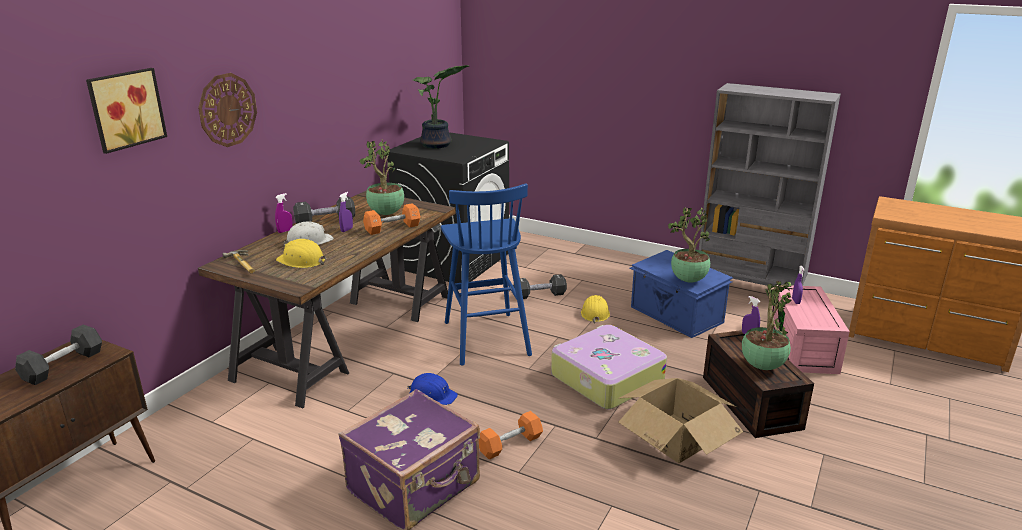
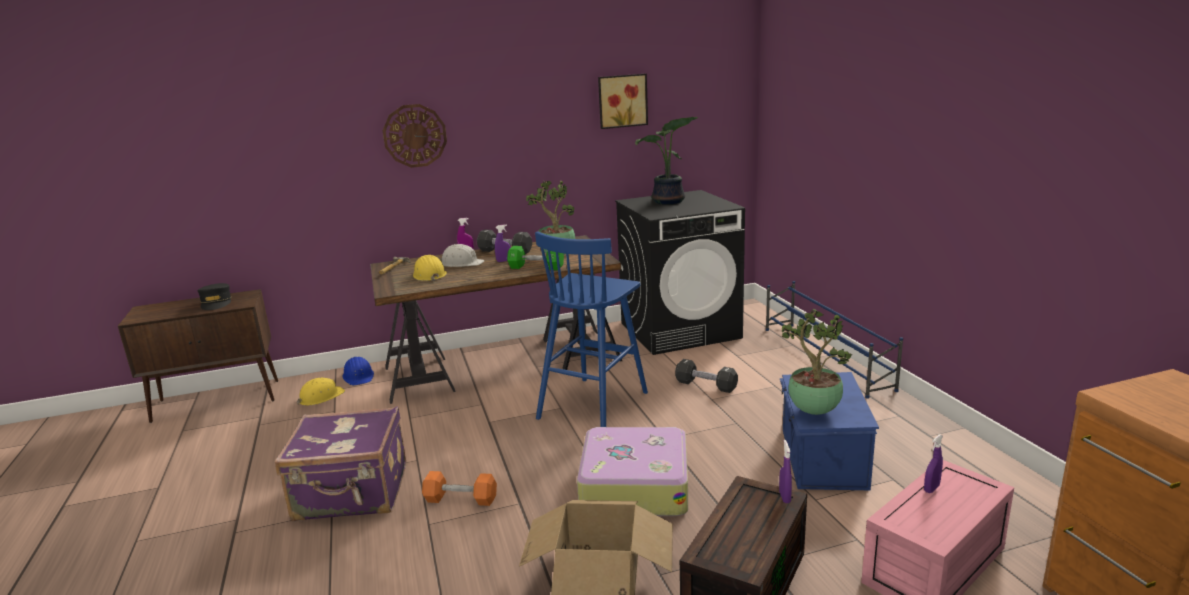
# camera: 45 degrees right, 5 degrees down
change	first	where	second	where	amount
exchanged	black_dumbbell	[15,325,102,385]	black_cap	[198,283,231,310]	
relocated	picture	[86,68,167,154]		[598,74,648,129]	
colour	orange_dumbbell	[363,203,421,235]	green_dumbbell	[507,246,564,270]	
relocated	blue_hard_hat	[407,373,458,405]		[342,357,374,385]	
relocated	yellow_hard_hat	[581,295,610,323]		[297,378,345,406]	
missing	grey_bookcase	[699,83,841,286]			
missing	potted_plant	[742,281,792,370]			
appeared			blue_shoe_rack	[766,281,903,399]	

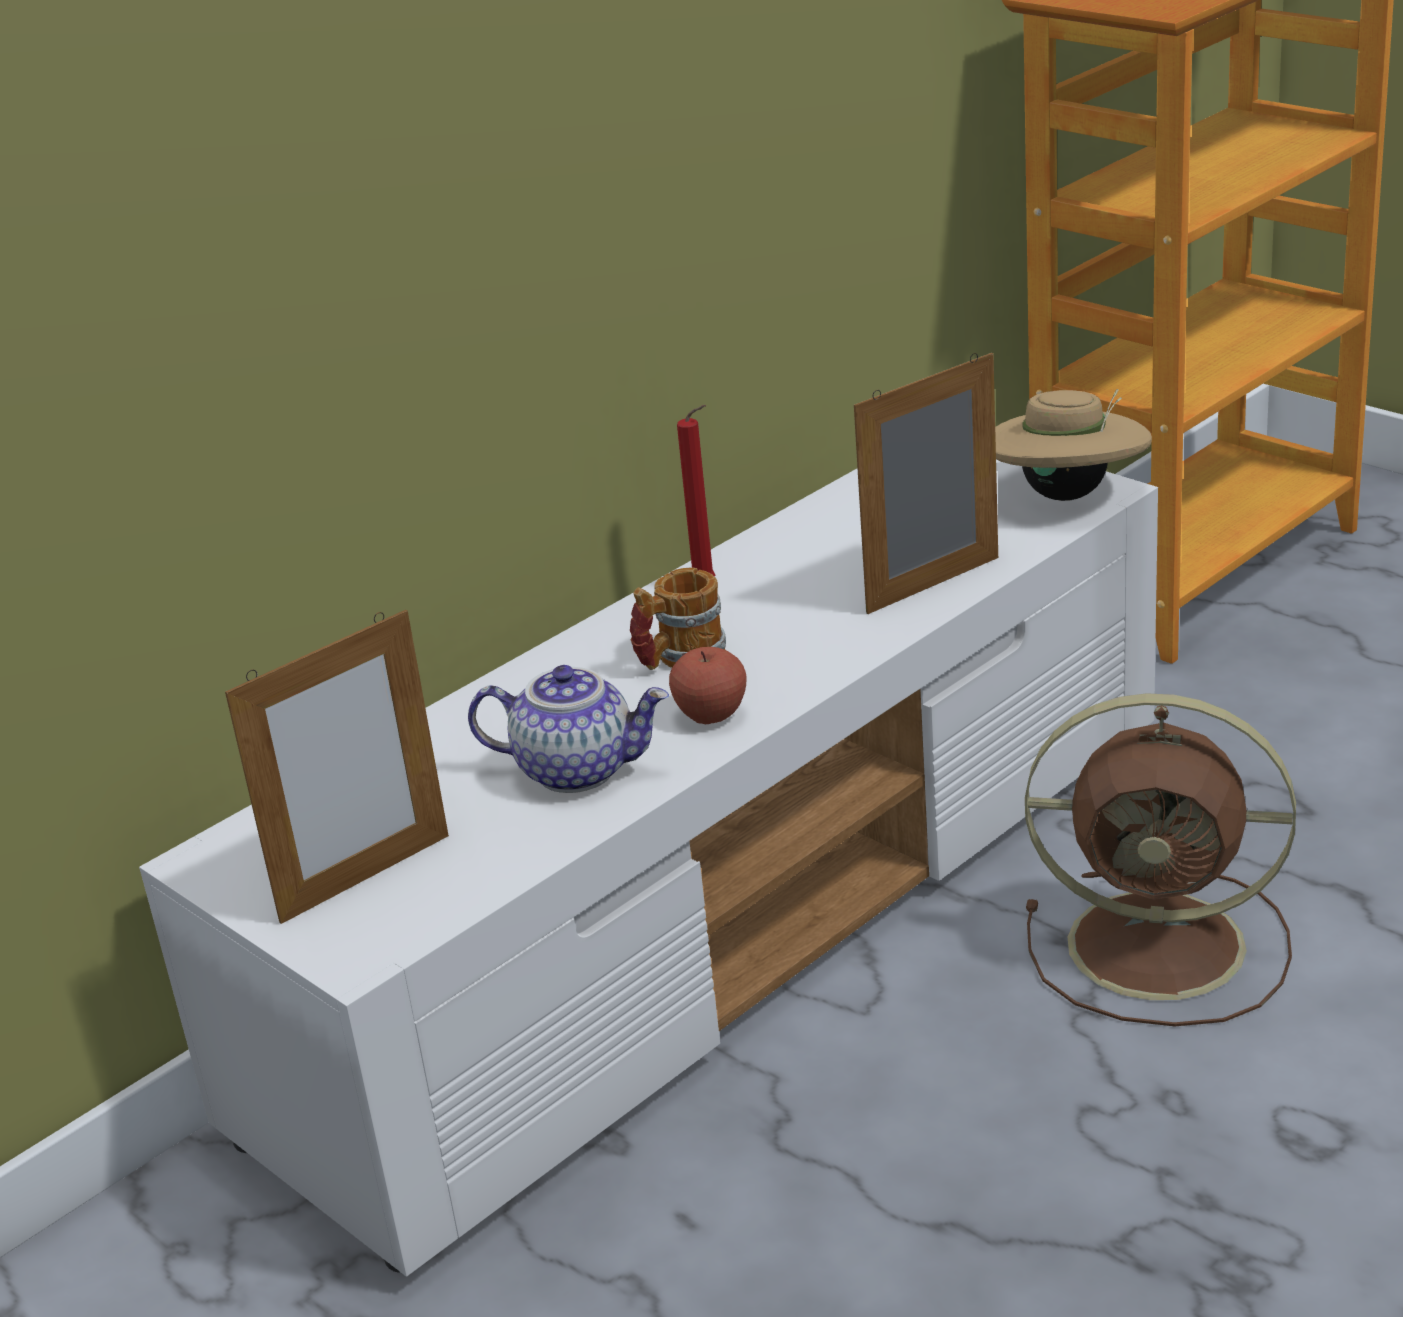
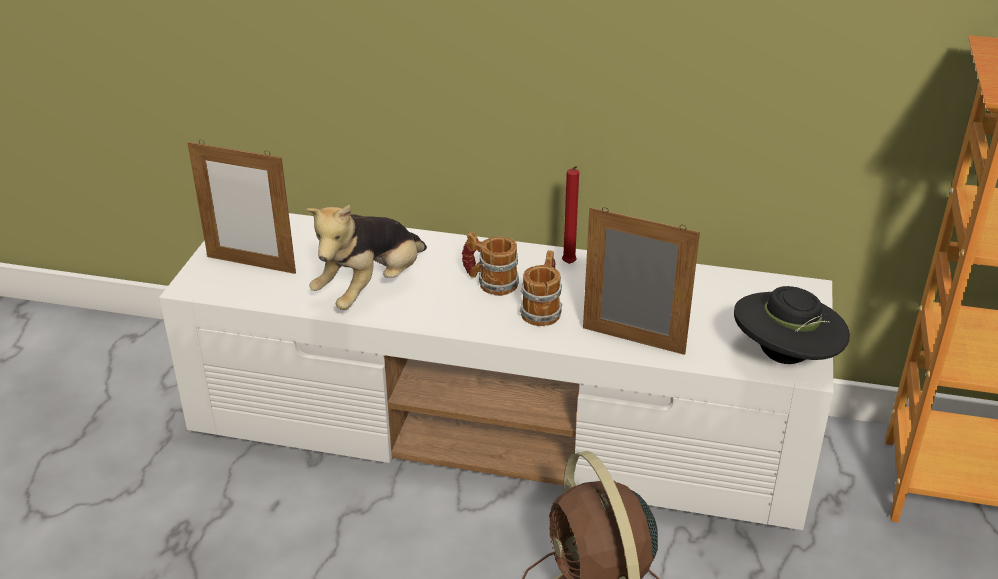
# camera: 55 degrees right, 5 degrees up
change	first	where	second	where	amount
exchanged	teapot	[468,665,669,793]	plush_toy	[306,204,427,310]	
missing	apple	[669,647,746,724]			
colour	beige_hat	[995,389,1152,501]	black_hat	[734,286,850,364]	
appeared			mug	[520,250,562,326]	

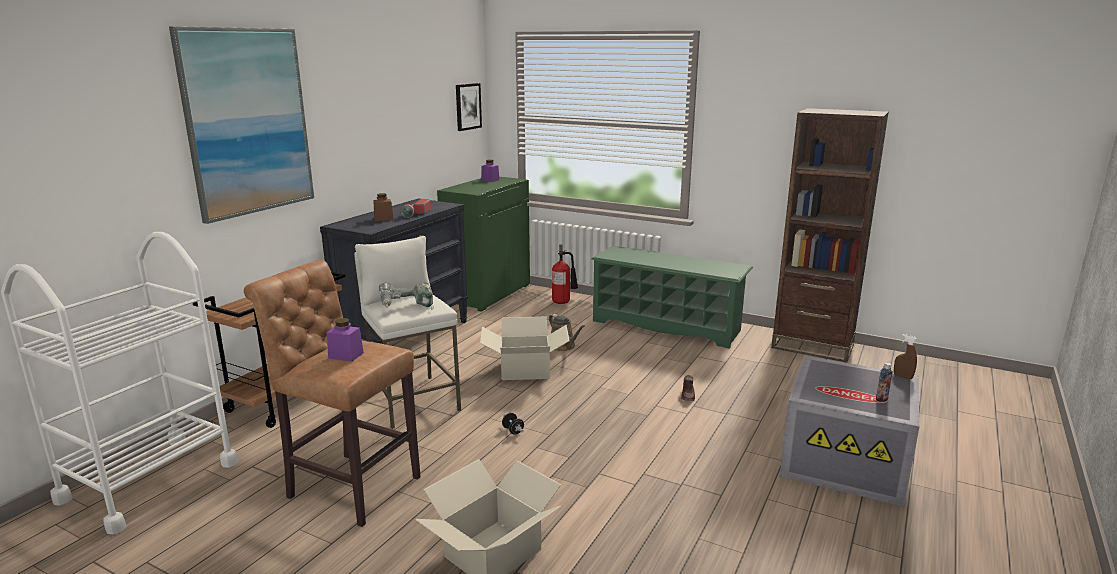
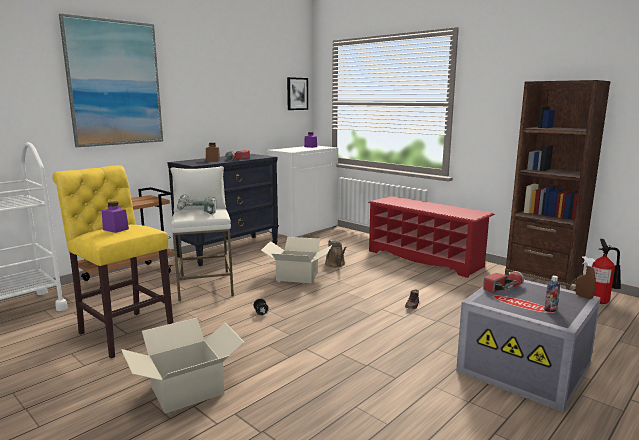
# camera: 15 degrees right, 5 degrees down
change	first	where	second	where	amount
colour	brown_stool	[244,260,421,527]	yellow_stool	[52,165,173,358]	
colour	green_cabinet	[437,177,530,312]	white_cabinet	[267,146,338,237]	
relocated	fire_extinguisher	[552,244,578,304]		[592,239,621,304]	
colour	green_shoe_rack	[591,246,753,349]	red_shoe_rack	[368,196,495,278]	
appeared			flashlight	[483,271,524,293]	

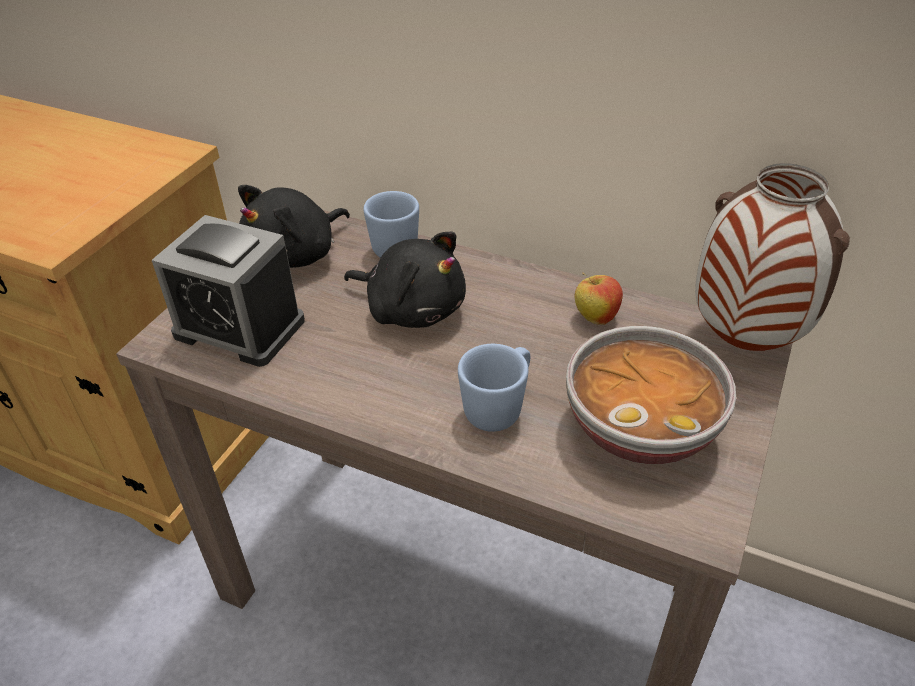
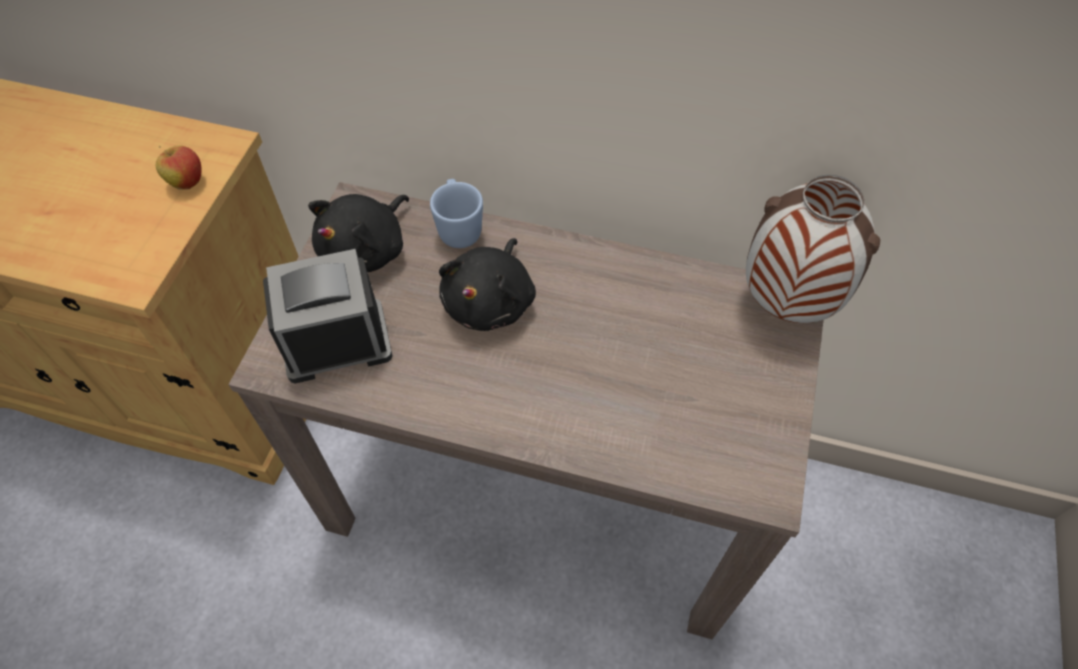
# camera: 10 degrees left, 15 degrees up
change	first	where	second	where	amount
spun	alarm_clock	[152,215,305,367]		[263,249,392,384]	150 degrees clockwise
spun	black_plush_toy	[344,231,466,328]		[439,238,536,331]	90 degrees clockwise
missing	blue_mug	[458,344,530,432]			
missing	bowl	[566,326,736,464]			
relocated	apple	[574,273,623,325]		[156,145,202,190]	

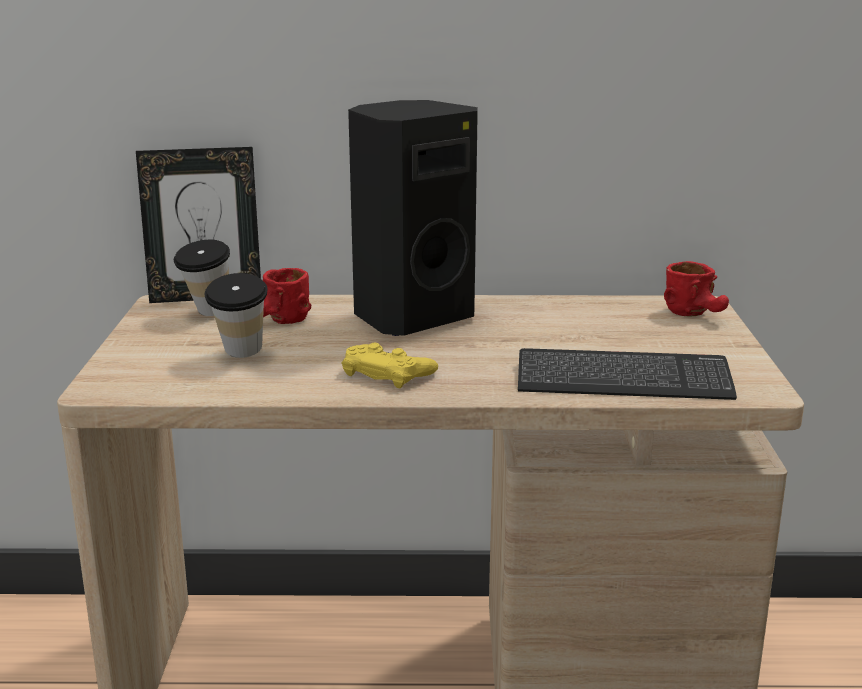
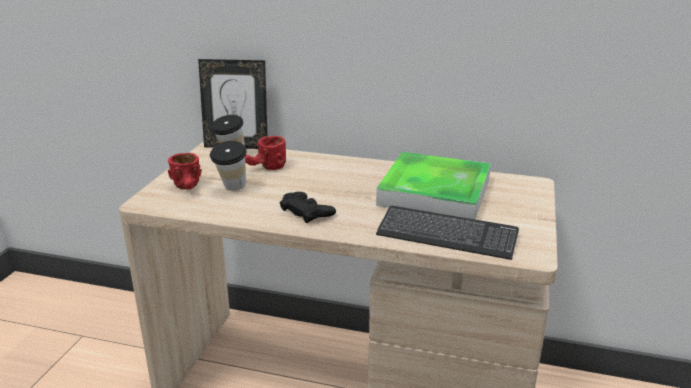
# camera: 15 degrees right, 5 degrees up
change	first	where	second	where	amount
colour	yellow_game_controller	[342,343,438,388]	black_game_controller	[279,192,336,224]	
missing	black_speaker	[348,100,478,336]			
relocated	red_mug	[664,261,729,316]		[168,153,202,189]	
appeared			tray	[376,152,491,219]	

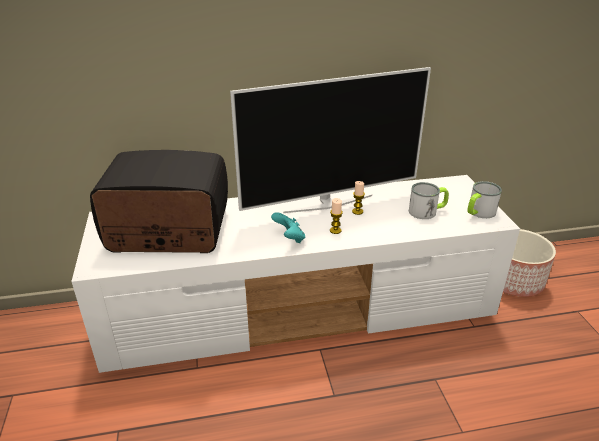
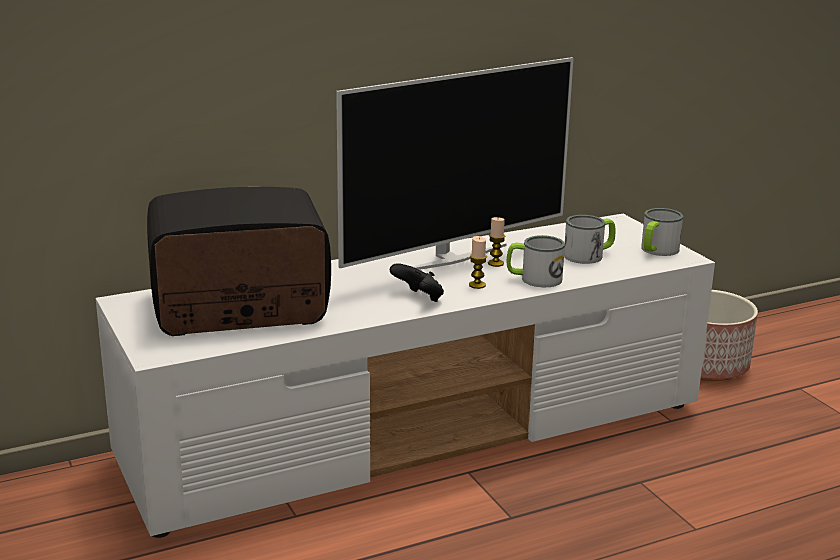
# camera: 15 degrees left, 10 degrees down
change	first	where	second	where	amount
colour	turquoise_game_controller	[271,212,305,243]	black_game_controller	[390,263,444,302]	
appeared			mug	[507,235,565,287]	

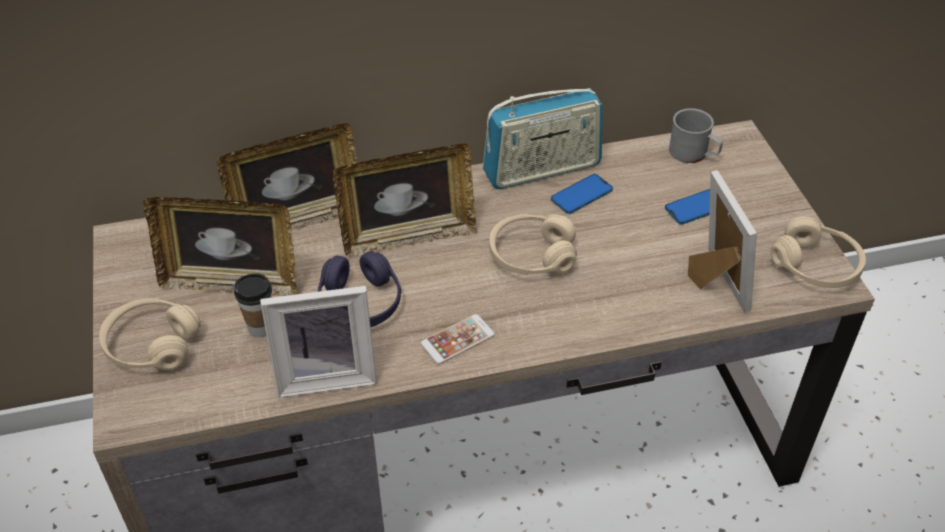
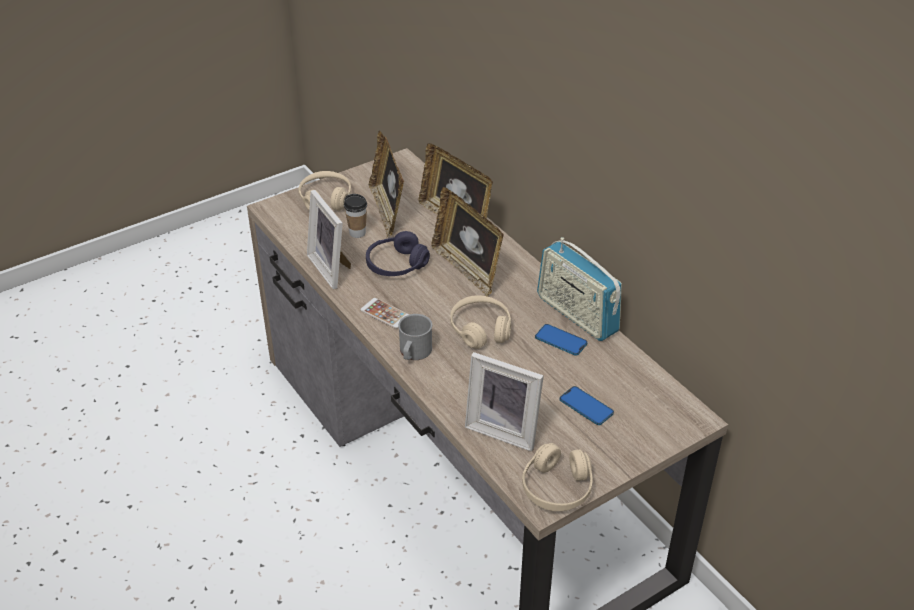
# camera: 70 degrees right, 5 degrees down
change	first	where	second	where	amount
relocated	grey_mug	[669,108,723,163]		[398,314,432,360]	
spun	picture_frame	[688,170,757,313]		[465,352,544,451]	60 degrees clockwise

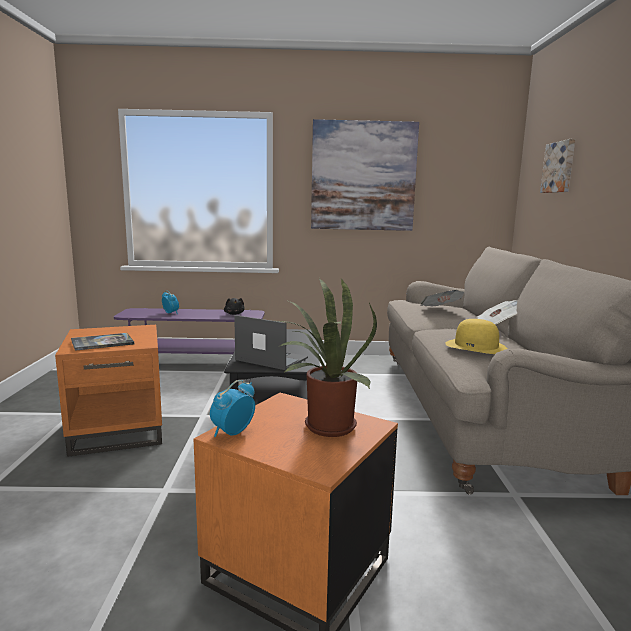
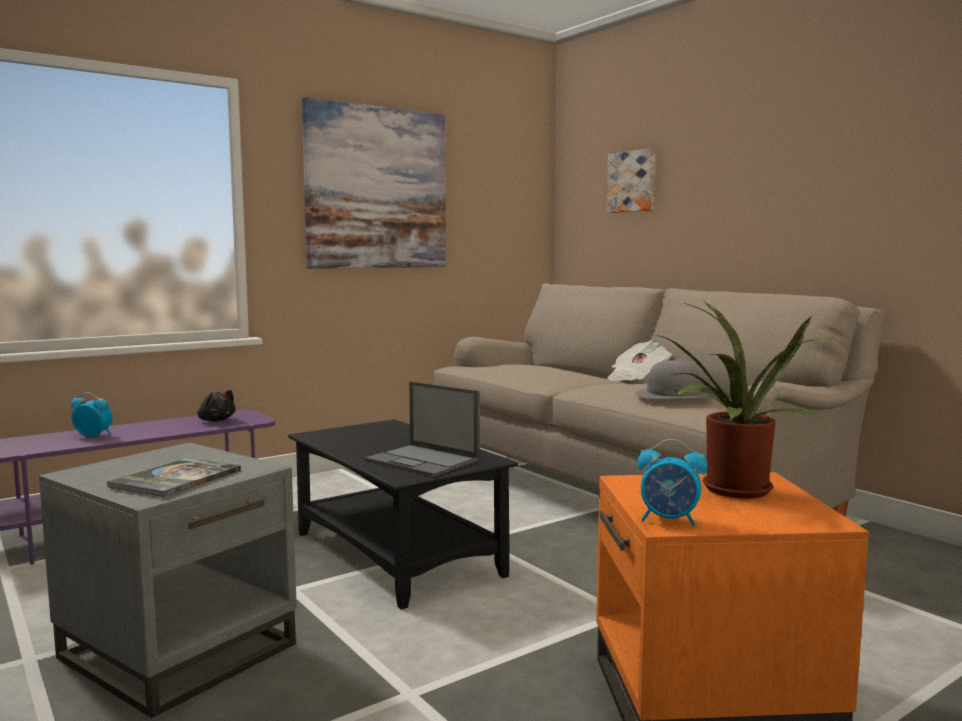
# camera: 35 degrees left, 5 degrees down
change	first	where	second	where	amount
colour	orange_side_table	[55,325,162,457]	grey_side_table	[39,442,297,718]	
spun	alarm_clock	[210,380,255,437]		[637,439,707,526]	75 degrees counterclockwise
spun	laptop	[234,315,308,370]		[365,381,479,477]	135 degrees counterclockwise
missing	newspaper	[420,290,465,306]			
colour	yellow_hat	[445,319,508,354]	grey_hat	[635,360,711,399]	

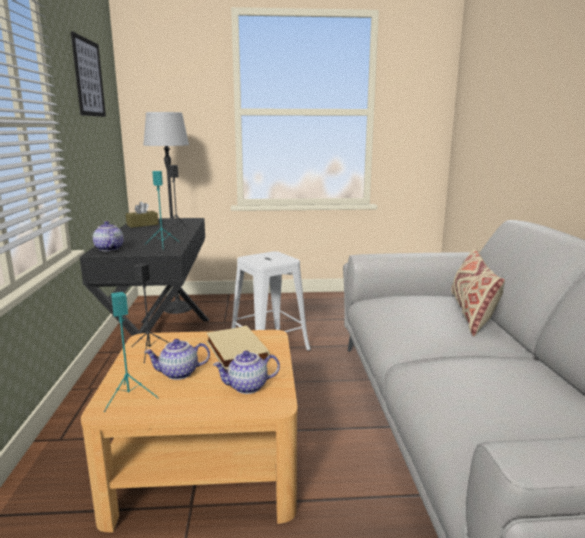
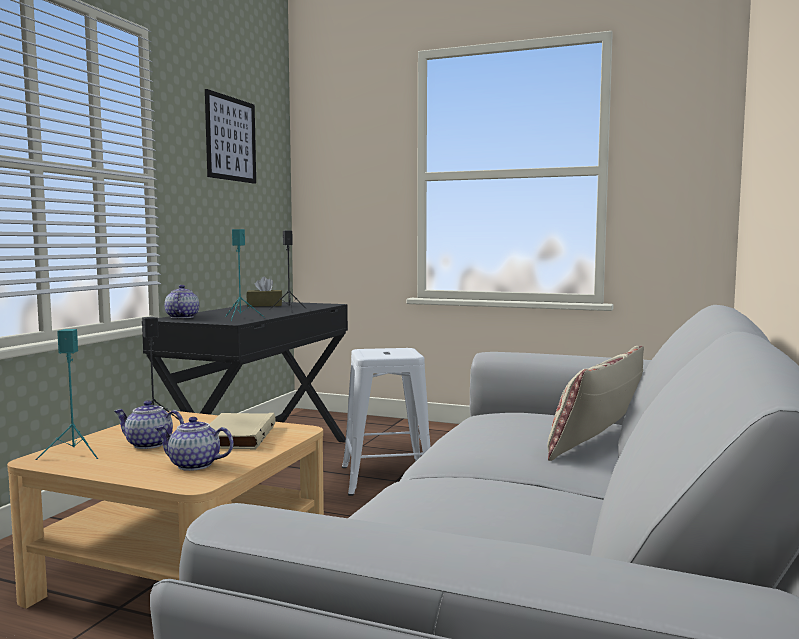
# camera: 25 degrees right, 10 degrees down
change	first	where	second	where	amount
missing	floor_lamp	[143,112,192,314]			

